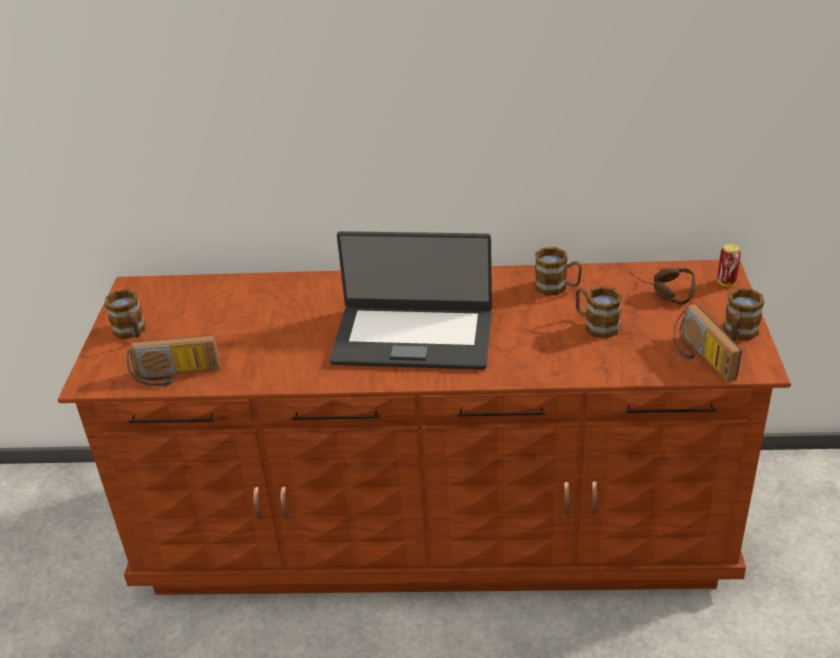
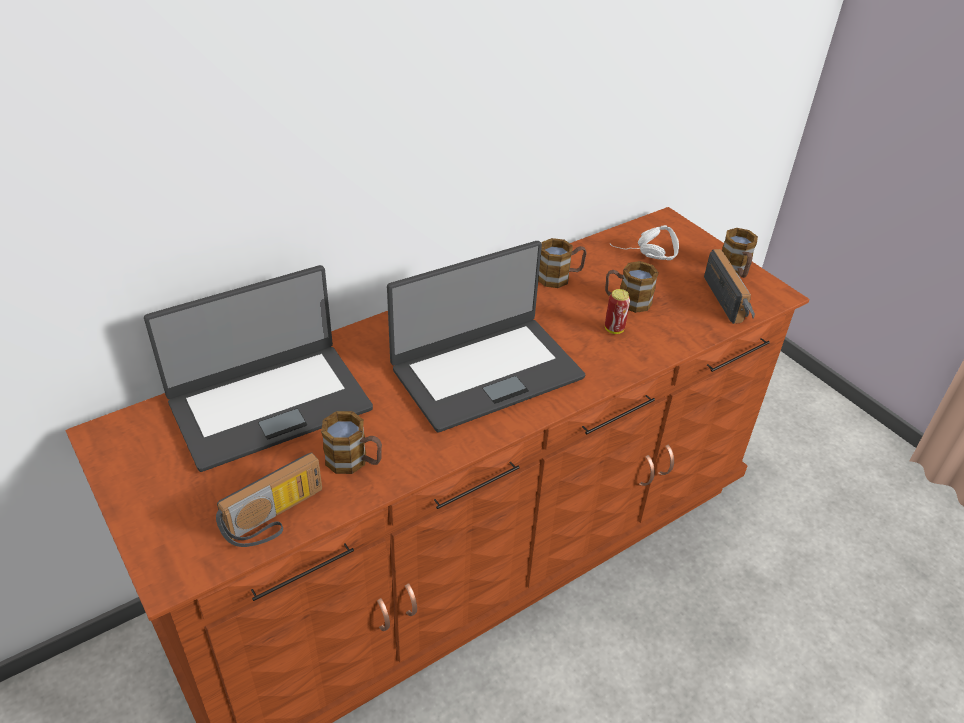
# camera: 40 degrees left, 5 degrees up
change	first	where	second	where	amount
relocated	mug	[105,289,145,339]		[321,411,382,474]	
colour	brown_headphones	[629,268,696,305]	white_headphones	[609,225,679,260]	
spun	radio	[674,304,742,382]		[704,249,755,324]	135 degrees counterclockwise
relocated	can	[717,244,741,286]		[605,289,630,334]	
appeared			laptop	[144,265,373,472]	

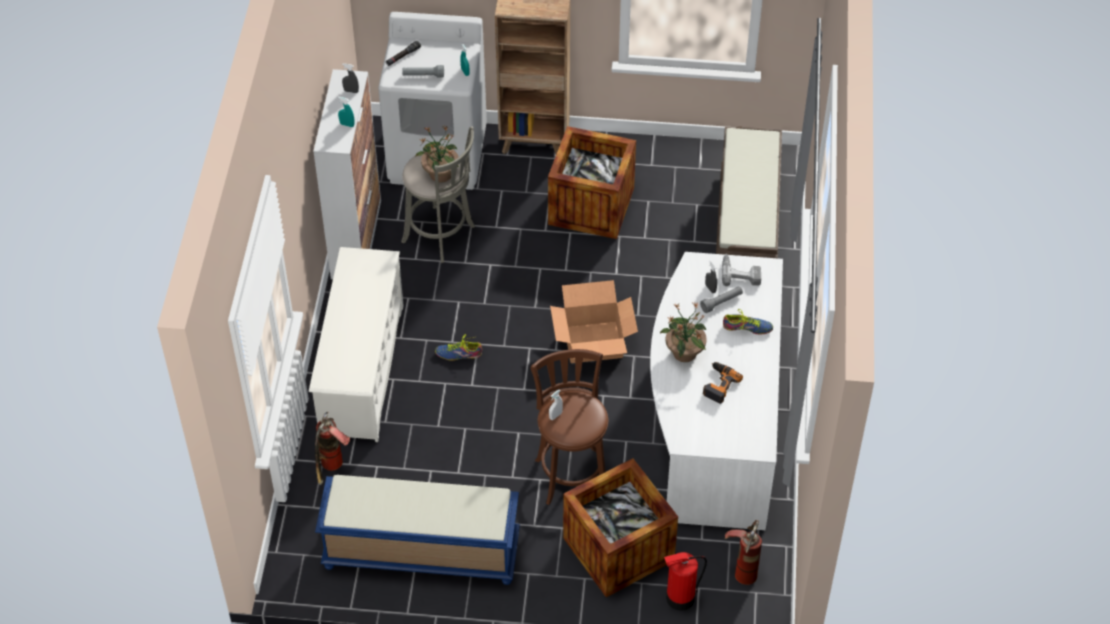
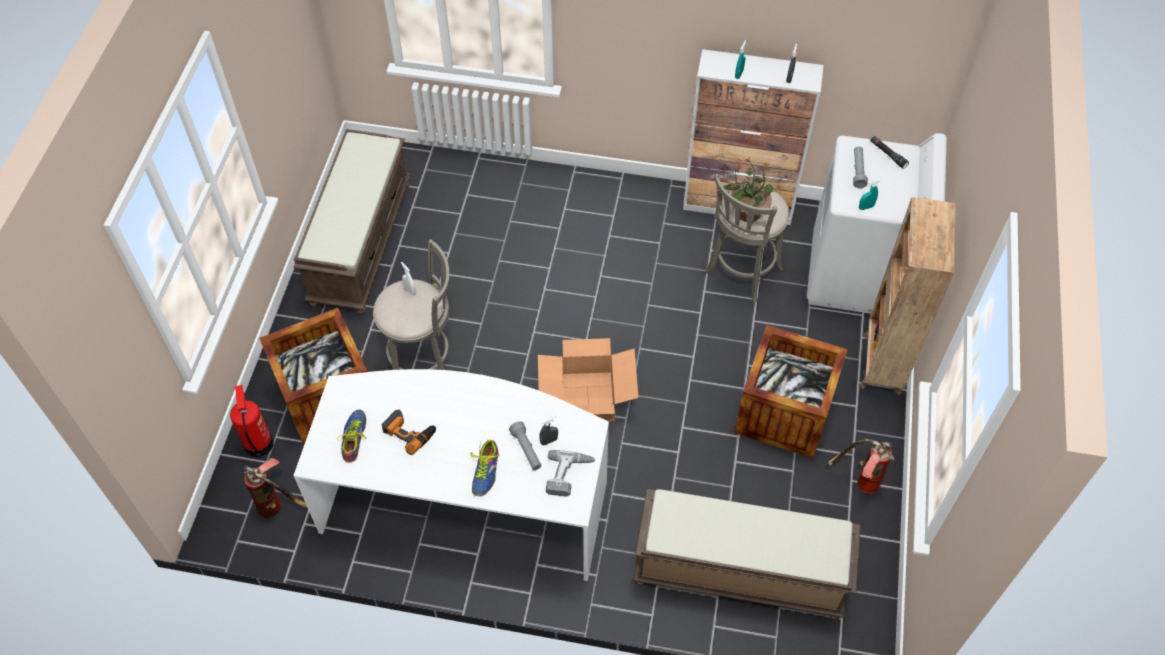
# camera: 95 degrees right, 5 degrees up
change	first	where	second	where	amount
missing	white_shoe_rack	[309,247,404,442]			
relocated	fire_extinguisher	[315,412,350,485]		[828,439,895,494]	
colour	blue_bench	[315,475,520,585]	brown_bench	[293,129,411,315]	
relocated	shoe	[435,334,482,361]		[338,410,367,462]	
colour	brown_stool	[530,349,608,505]	grey_stool	[373,239,449,370]	
missing	potted_plant	[660,302,707,362]			

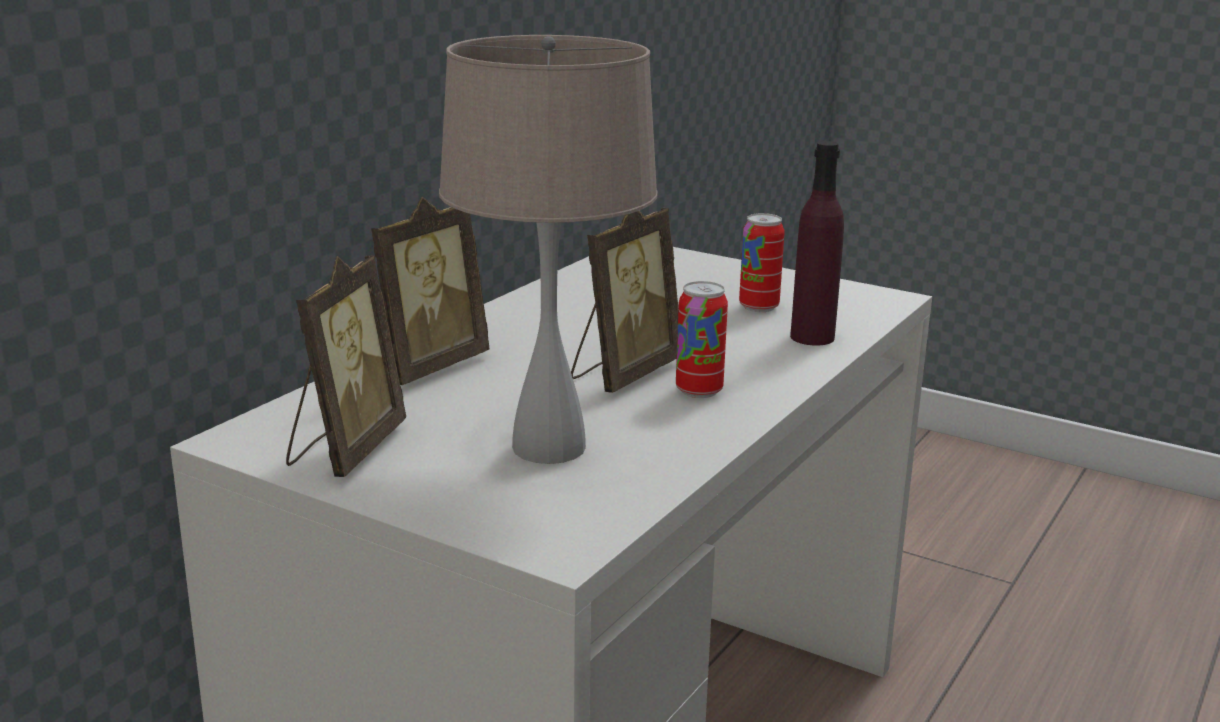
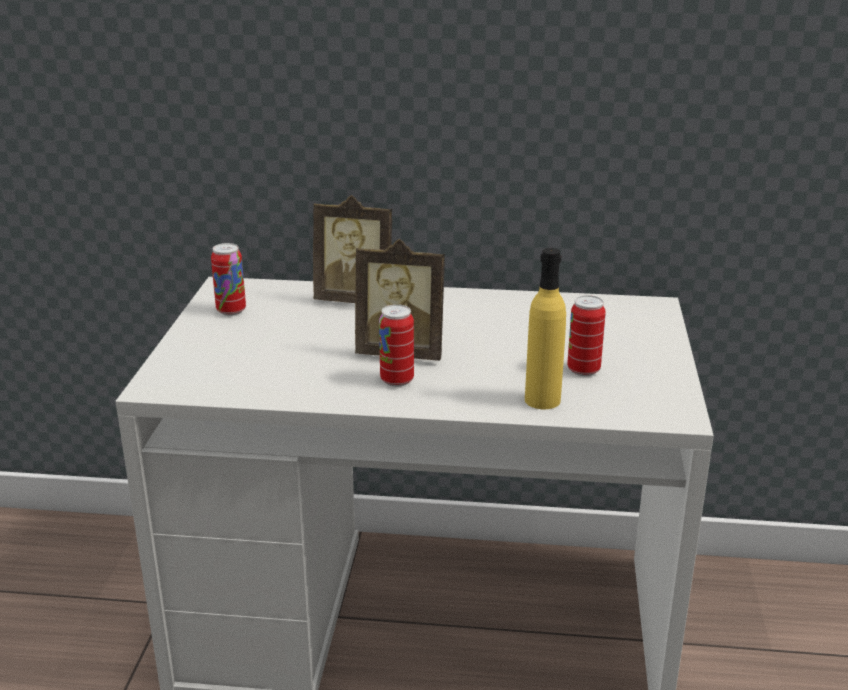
# camera: 65 degrees right, 5 degrees up
change	first	where	second	where	amount
exchanged	picture_frame	[286,255,406,477]	can	[211,243,246,316]	
missing	beige_table_lamp	[439,35,658,464]			
colour	purple_bottle	[790,141,844,346]	yellow_bottle	[525,248,566,409]	

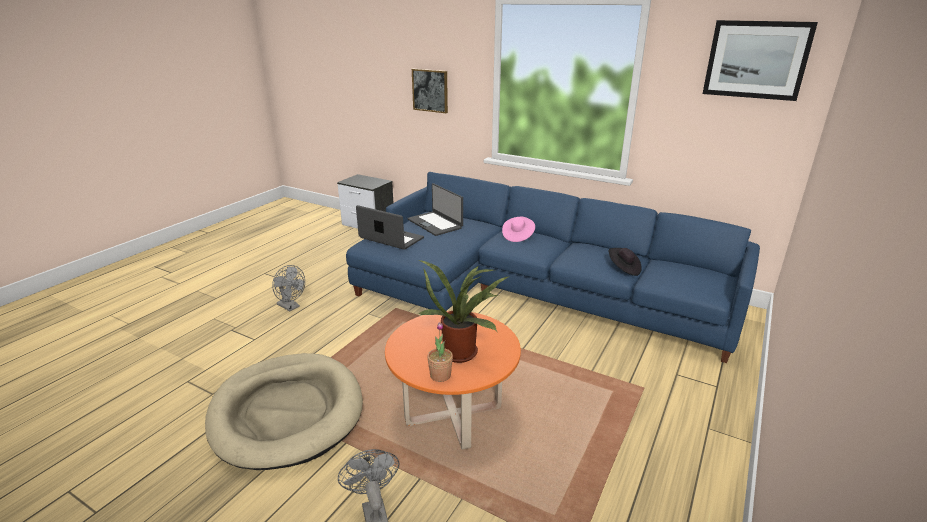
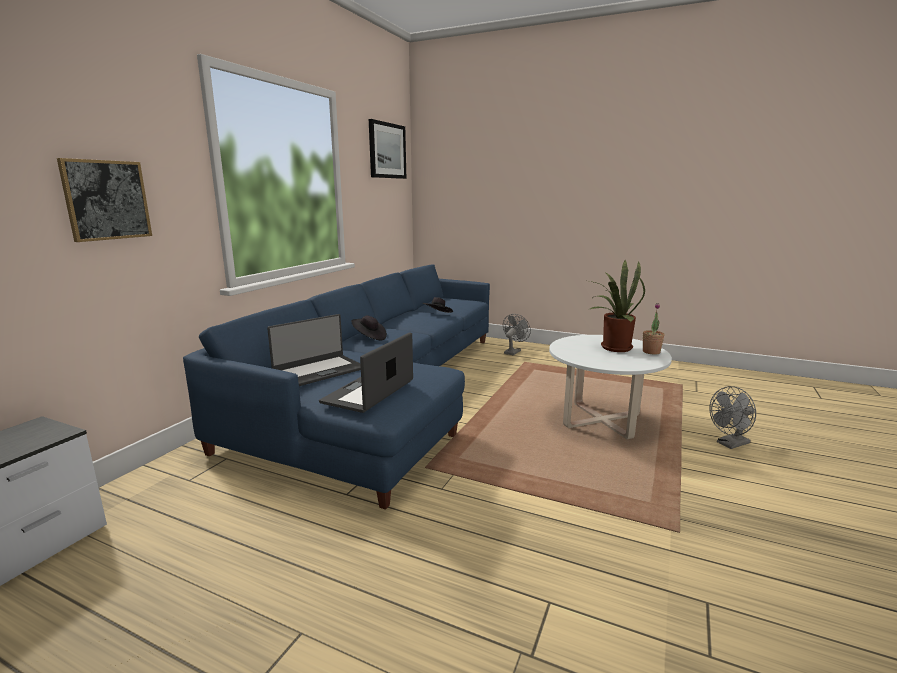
# camera: 95 degrees left, 10 degrees down
change	first	where	second	where	amount
missing	beige_dog_bed	[205,353,363,470]			
relocated	grey_fan	[272,265,305,311]		[503,314,531,355]	
colour	orange_coffee_table	[385,311,521,450]	white_coffee_table	[549,335,672,439]	
colour	pink_hat	[502,217,535,242]	black_hat	[351,315,387,340]	

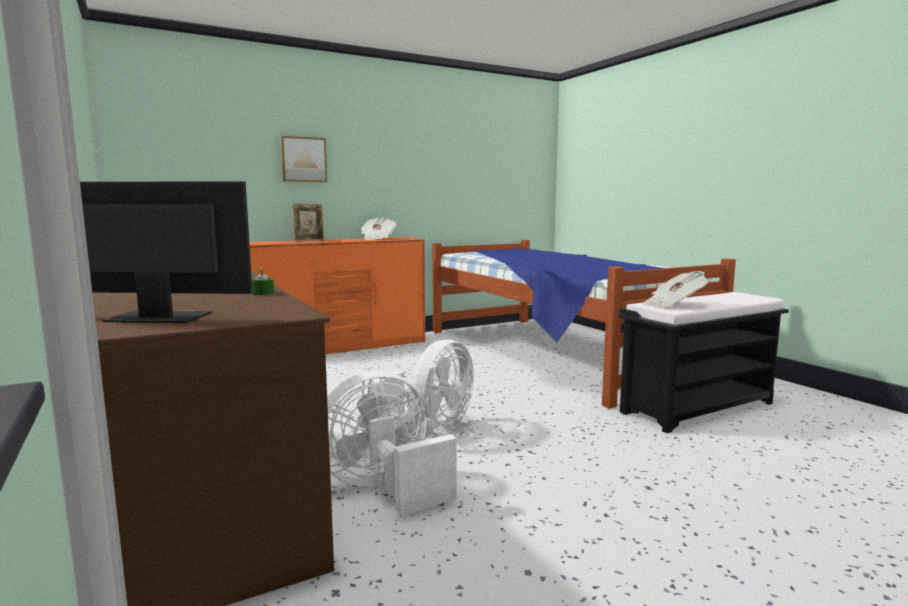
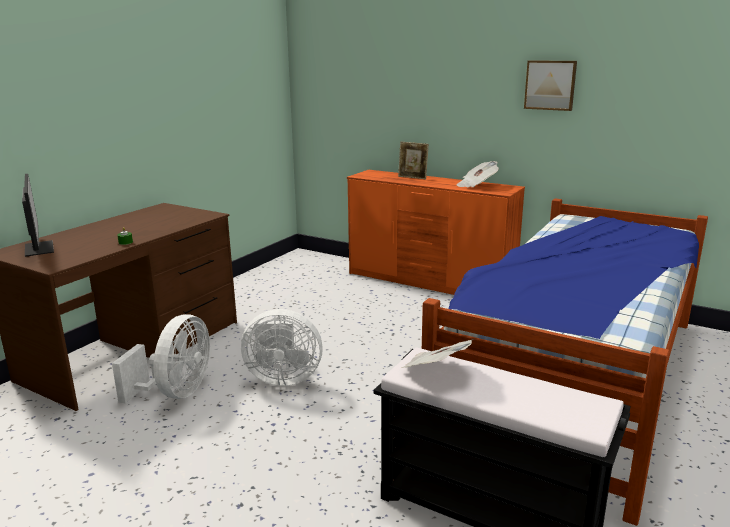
# camera: 60 degrees right, 10 degrees up
change	first	where	second	where	amount
relocated	picture	[280,136,327,182]		[524,60,577,111]	
spun	white_fan	[327,371,457,515]		[112,314,210,404]	75 degrees clockwise

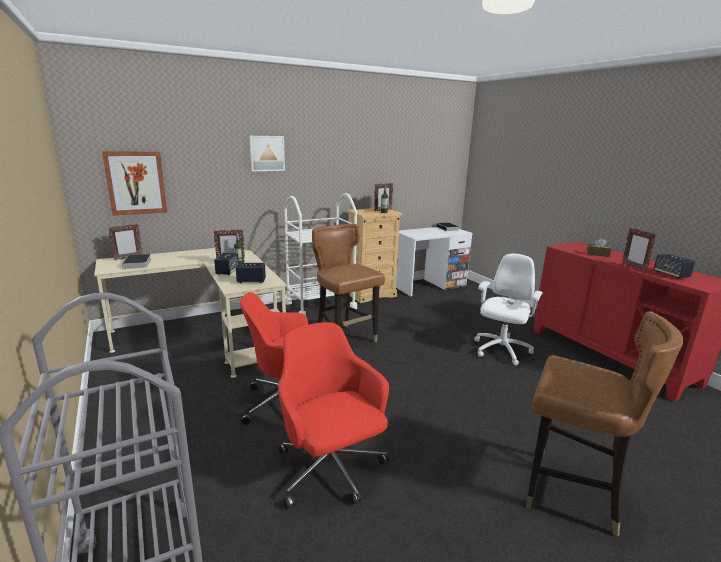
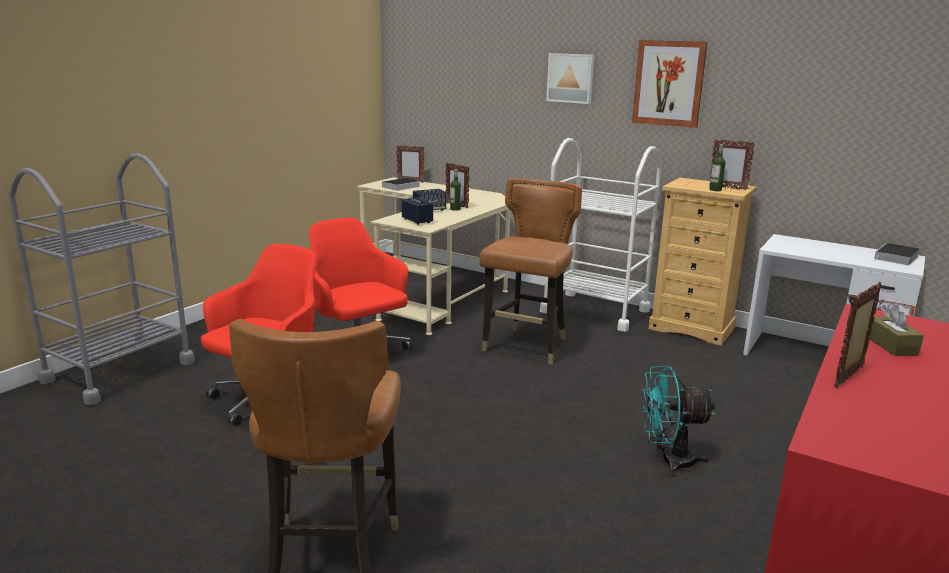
# camera: 60 degrees right, 0 degrees up
change	first	where	second	where	amount
relocated	picture	[102,151,167,216]		[632,40,708,128]	
exchanged	white_office_chair	[474,254,543,365]	turquoise_fan	[642,366,715,476]	
missing	speaker	[654,254,695,279]			

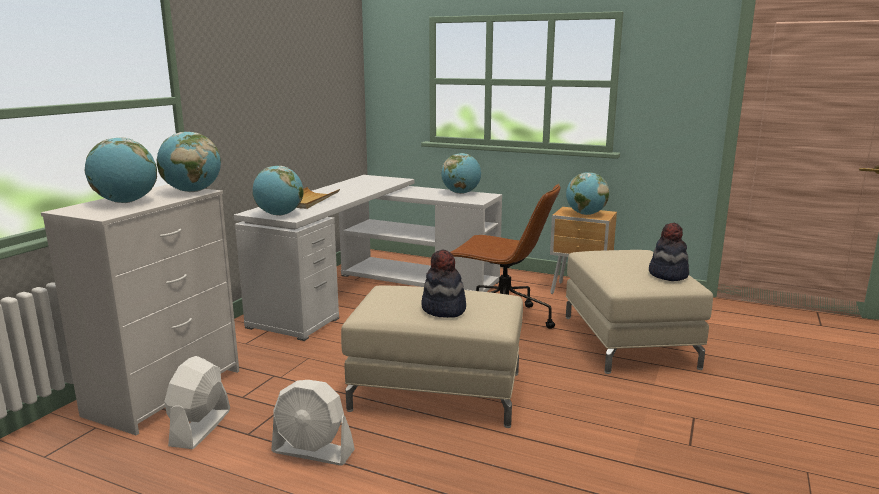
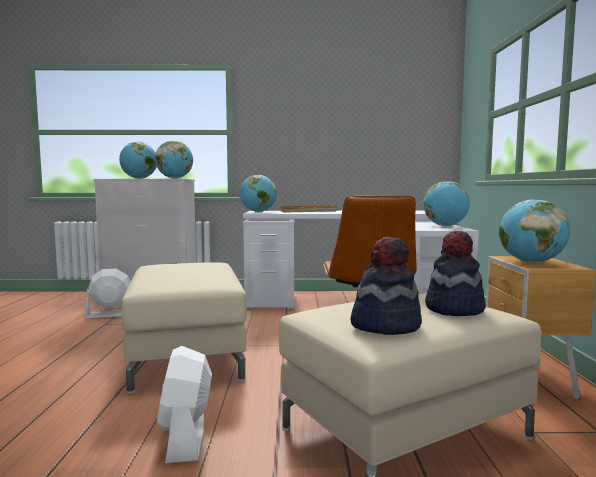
# camera: 65 degrees right, 10 degrees down
change	first	where	second	where	amount
relocated	white_fan	[271,380,355,466]		[157,346,212,464]	
relocated	hat	[422,250,466,318]		[425,231,486,316]	

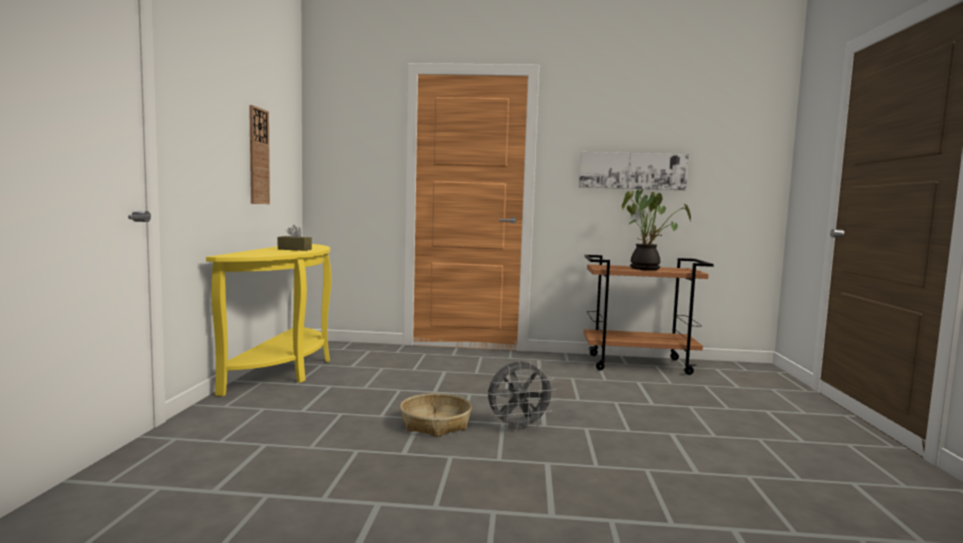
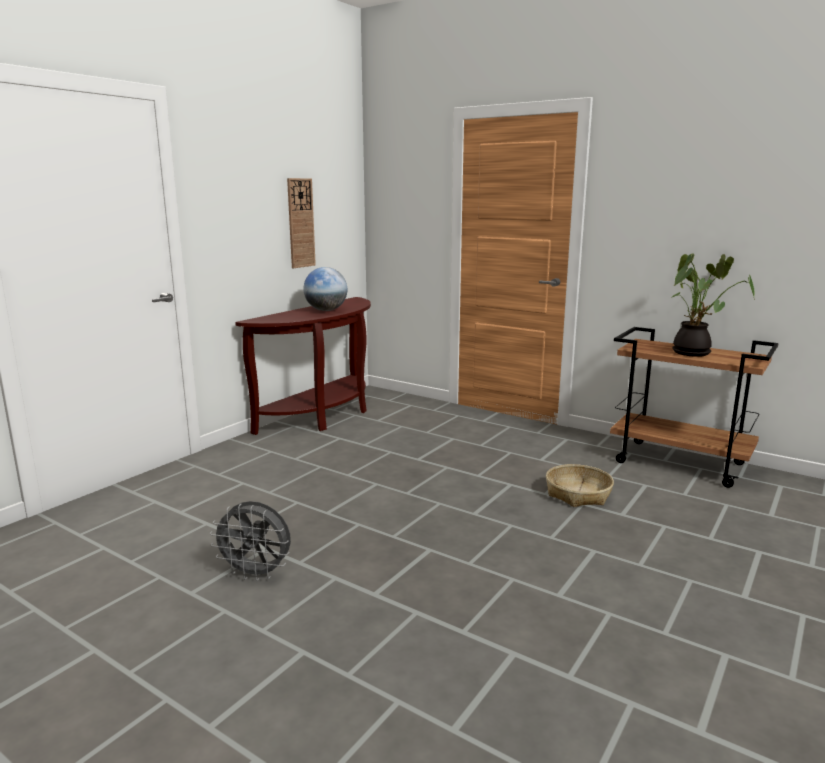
# camera: 30 degrees right, 10 degrees up
change	first	where	second	where	amount
colour	yellow_console_table	[206,244,331,396]	brown_console_table	[235,297,371,435]	
exchanged	brown_tissue_box	[278,225,312,251]	globe	[303,267,347,311]	
relocated	basket	[400,393,472,437]		[546,464,614,507]	
relocated	grey_fan	[488,361,556,432]		[210,501,291,581]	
missing	picture	[579,152,689,190]			

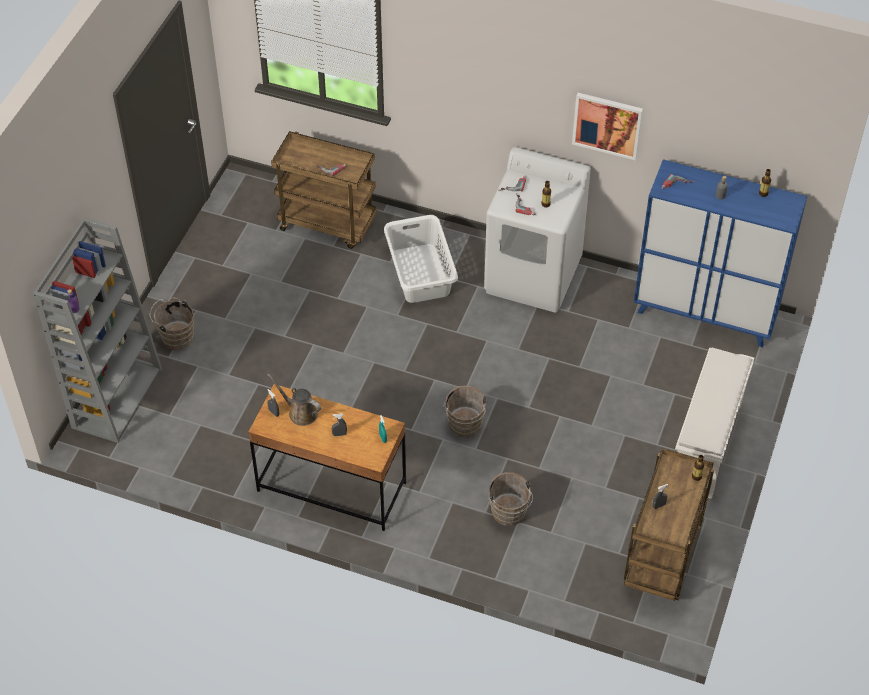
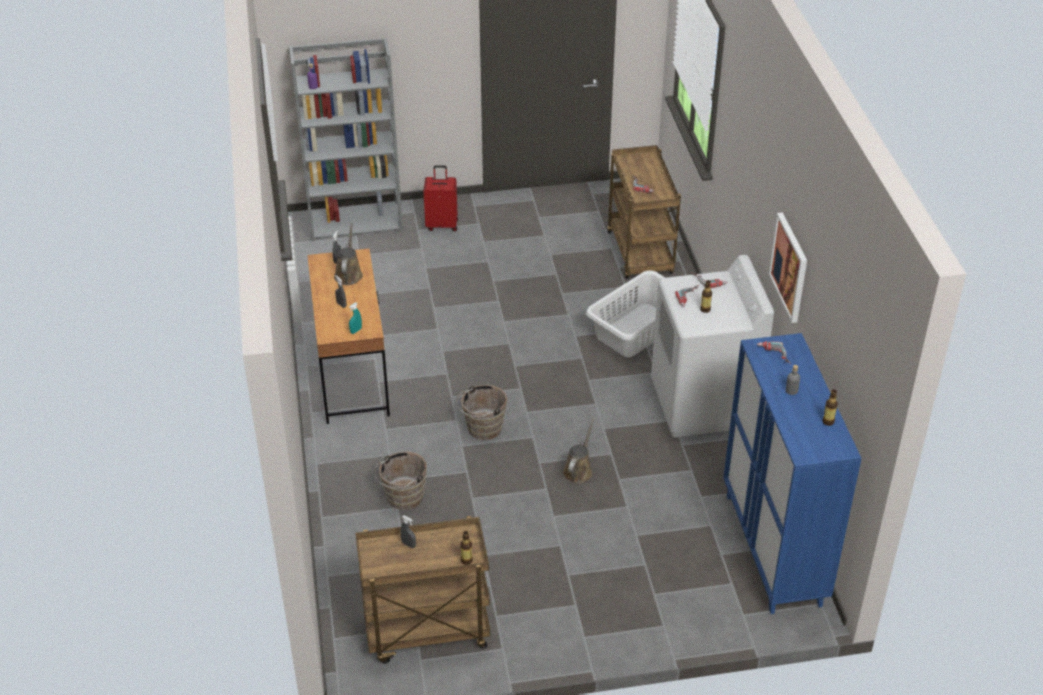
# camera: 60 degrees right, 10 degrees down
change	first	where	second	where	amount
exchanged	brown_bucket	[150,298,194,350]	red_suitcase	[424,165,458,231]	
missing	white_shoe_rack	[675,347,754,499]			
appeared			brown_watering_can	[563,419,594,483]	

